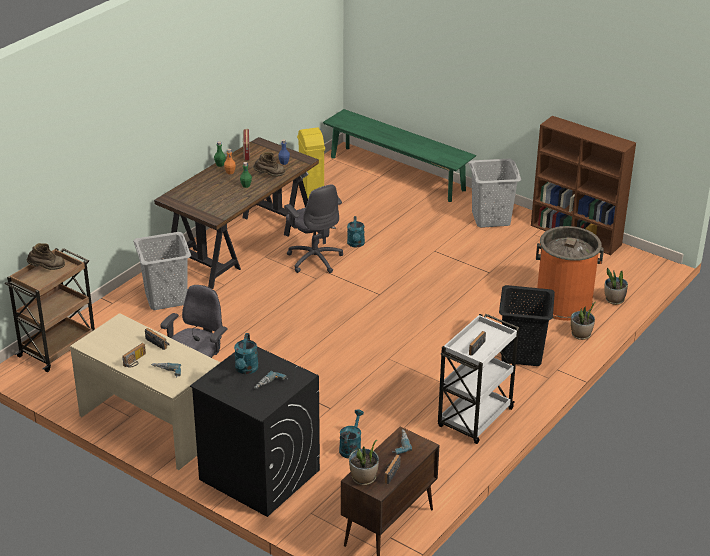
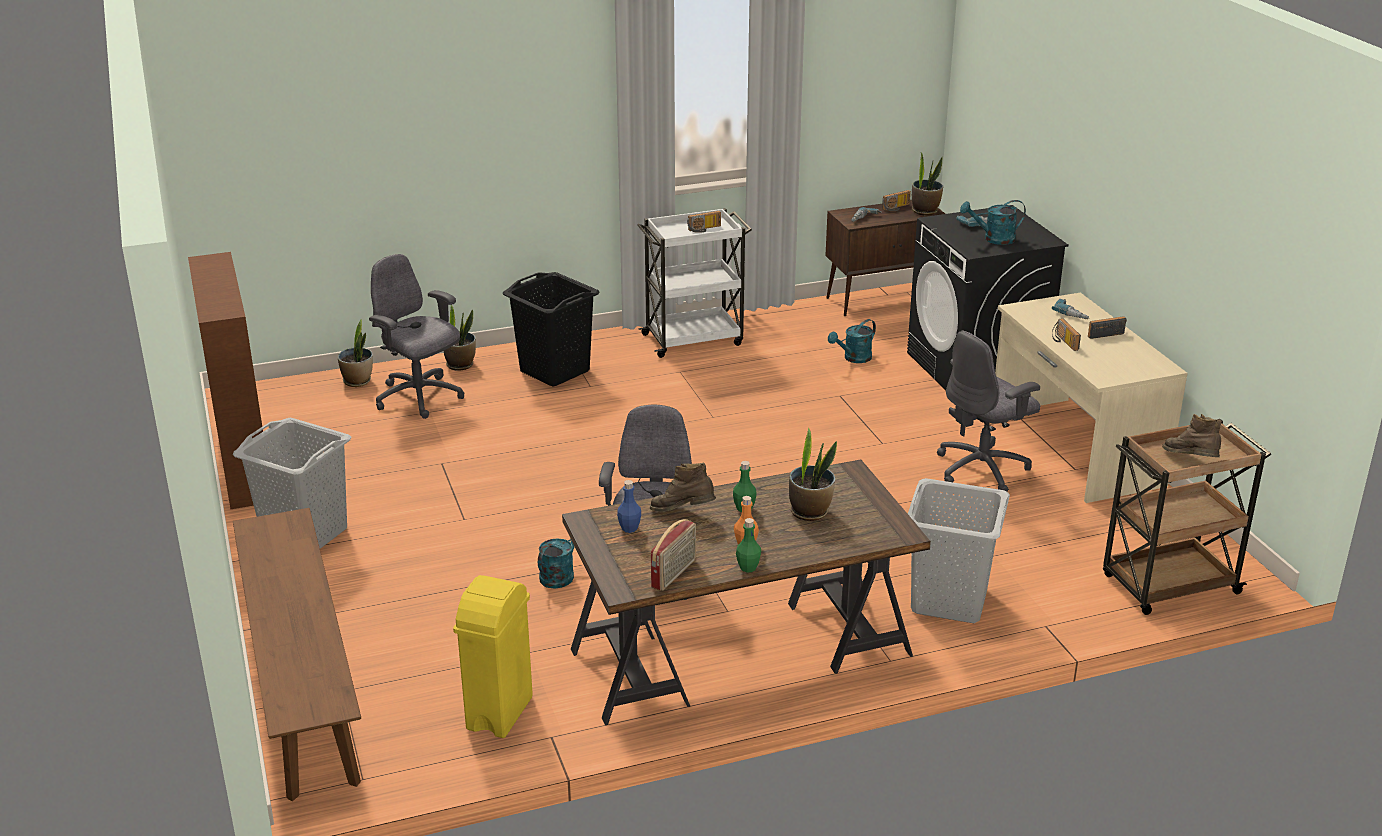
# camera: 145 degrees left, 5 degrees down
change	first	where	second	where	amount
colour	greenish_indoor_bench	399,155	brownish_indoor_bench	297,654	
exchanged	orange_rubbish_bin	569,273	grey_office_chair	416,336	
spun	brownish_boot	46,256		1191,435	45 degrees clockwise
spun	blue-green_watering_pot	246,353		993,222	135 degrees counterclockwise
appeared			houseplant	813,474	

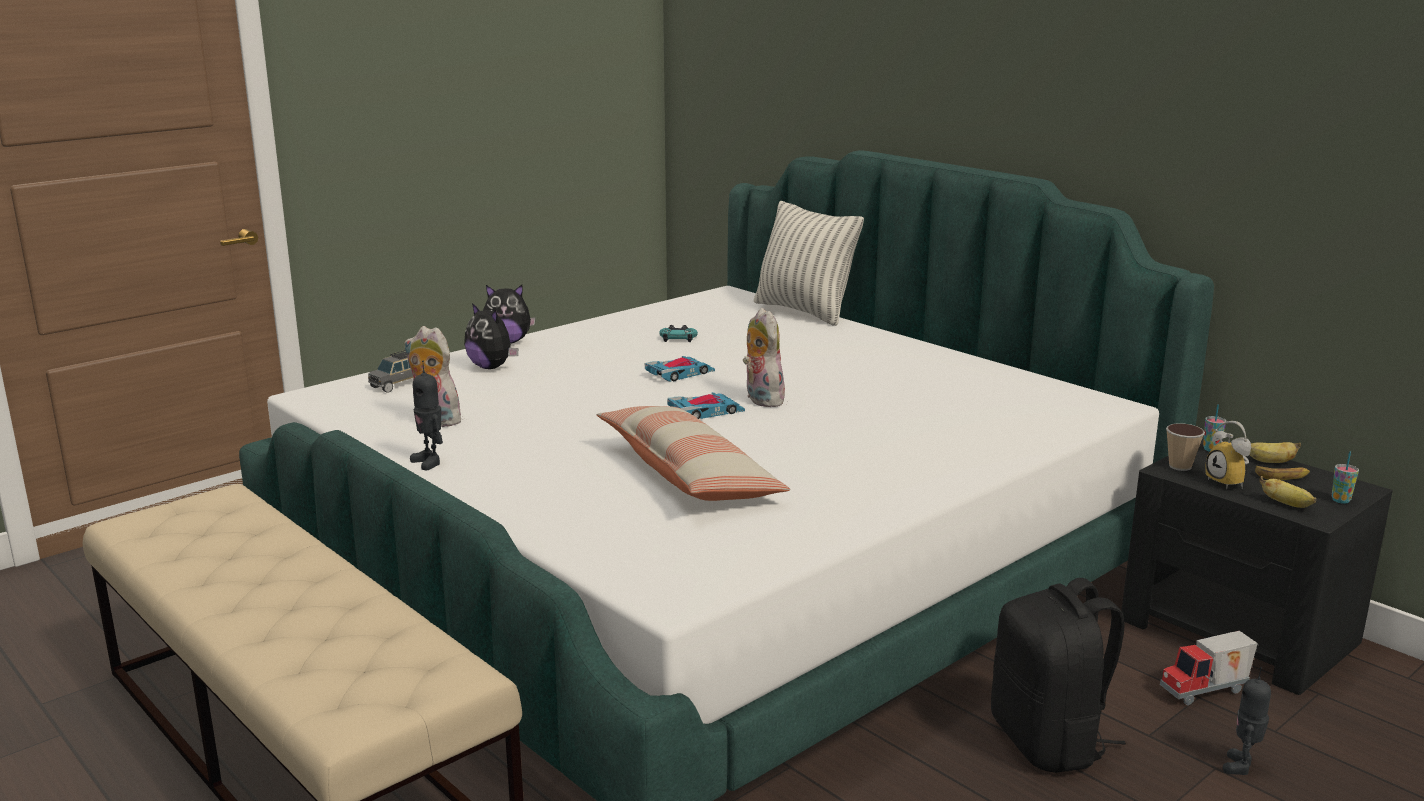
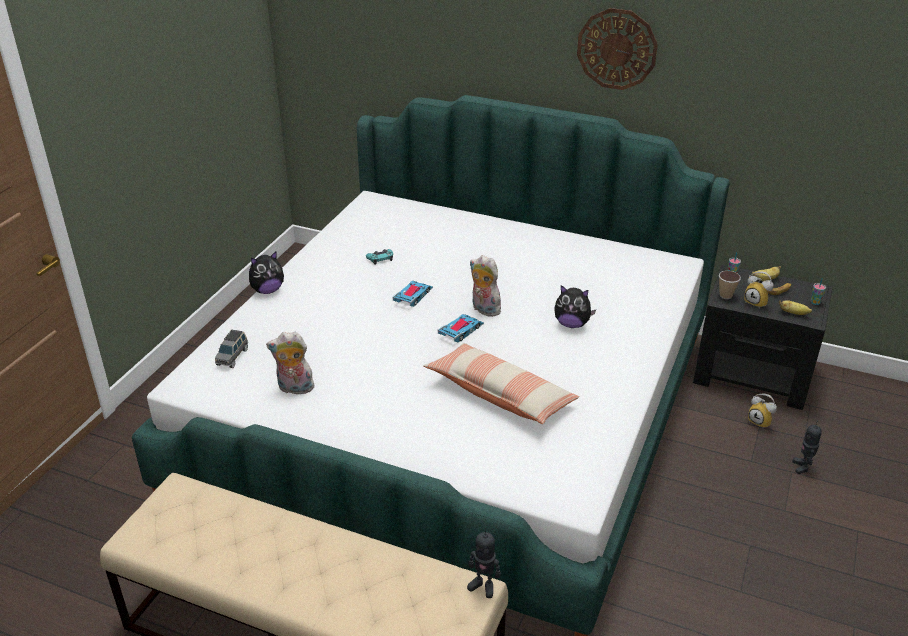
# camera: 25 degrees left, 15 degrees up
change	first	where	second	where	amount
missing	pillow	809,263			
relocated	plush_toy	491,336		575,306	
relocated	model_robot	426,415		484,562	
missing	blackish_backpack	1058,675			
exchanged	toy_truck	1209,668	table_clock	762,411	
appeared			clock_on_the_wall	617,49	

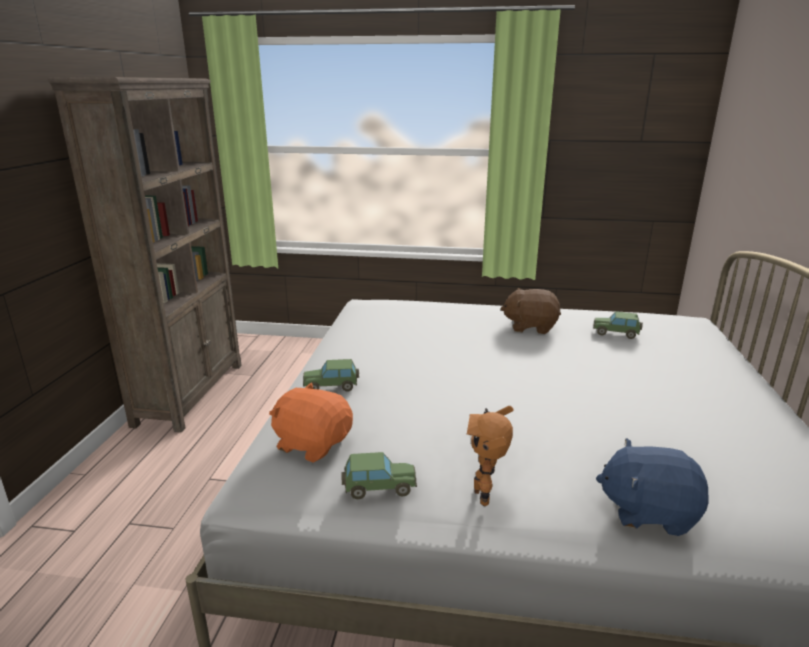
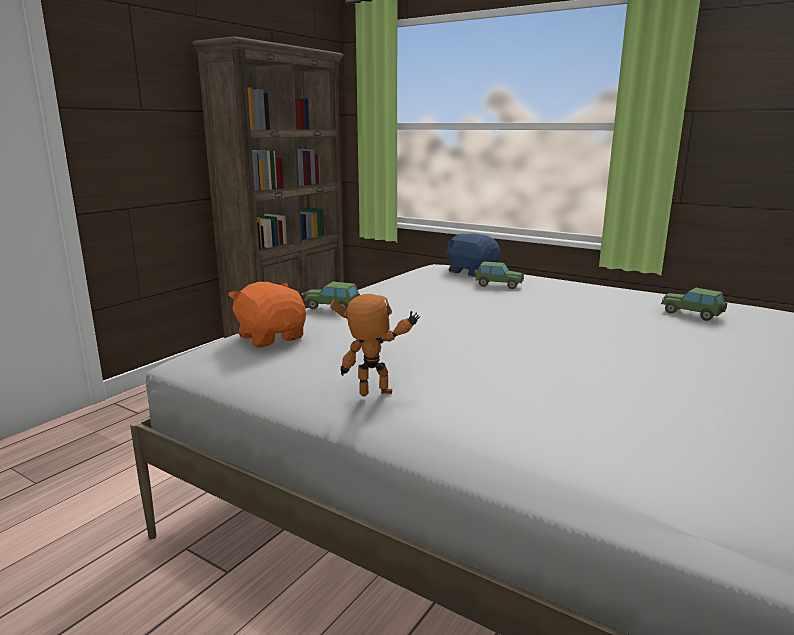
# camera: 25 degrees right, 5 degrees down
change	first	where	second	where	amount
missing	brownish_plush_toy	530,311			
spun	model_robot	490,456		375,345	60 degrees clockwise
relocated	bluish_plush_toy	652,487		473,255	
relocated	toy_car	379,475		499,275	

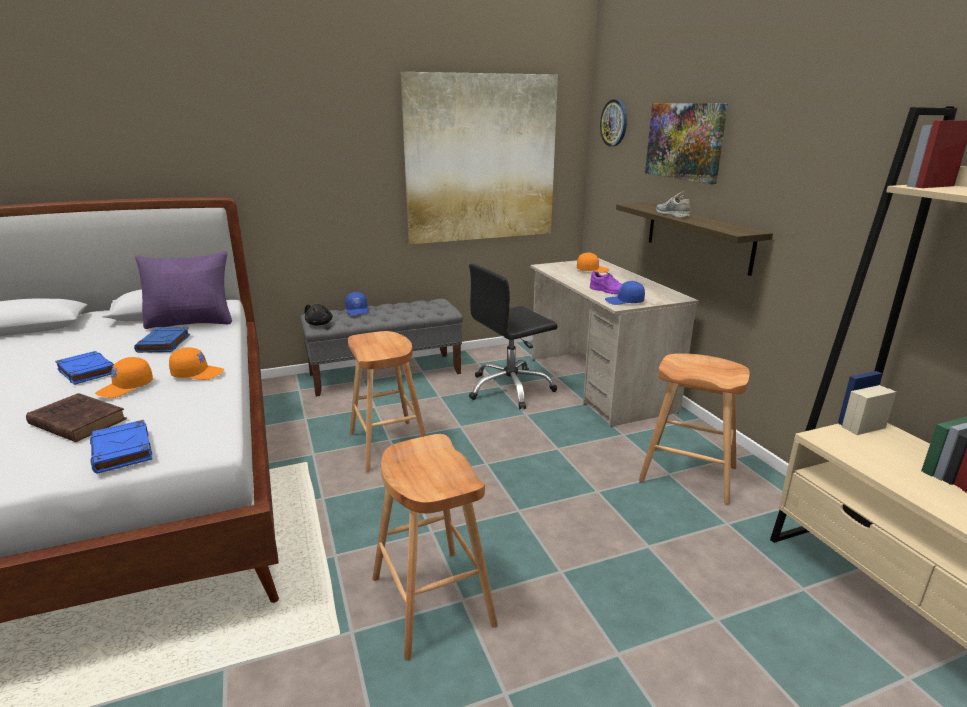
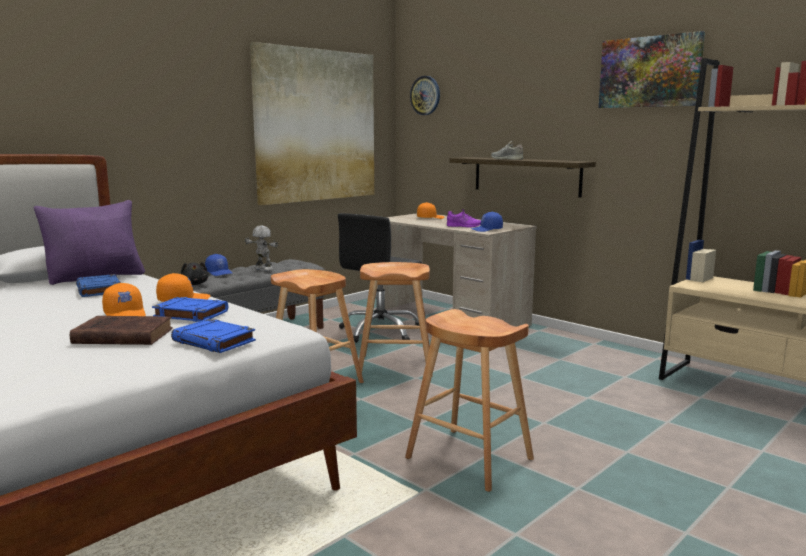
# camera: 25 degrees left, 10 degrees down
change	first	where	second	where	amount
relocated	wall_picture	686,143		652,69	
relocated	bluish_volume	84,368		190,309	
relocated	brownish_stool_seat	694,428		396,319	
spun	orange_peaked_cap	124,377		124,299	45 degrees counterclockwise
appeared			model_robot	261,248	

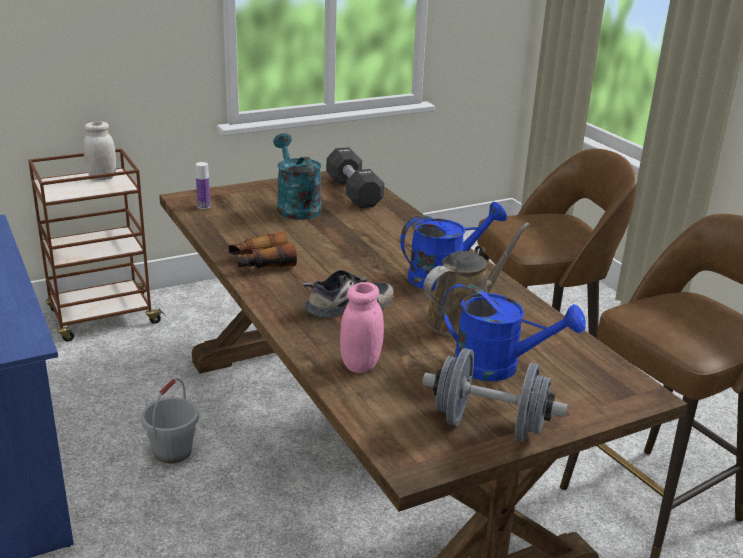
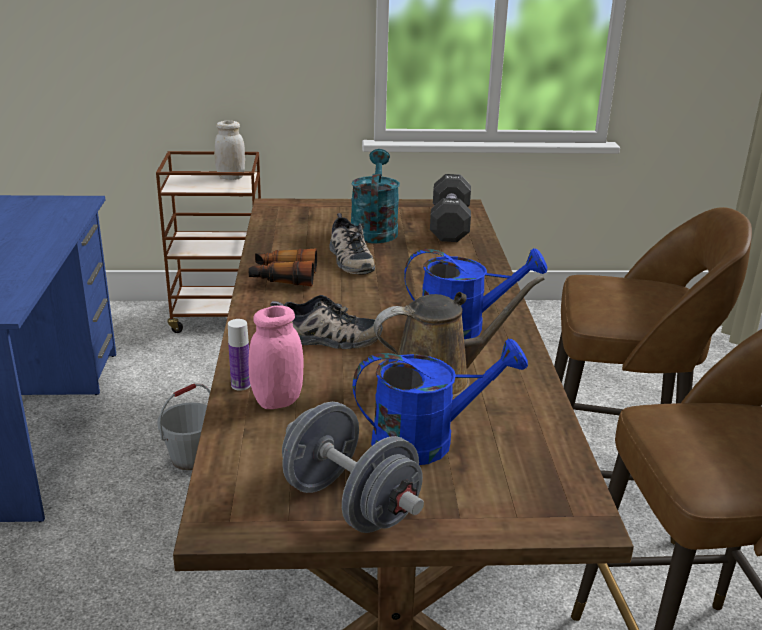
# camera: 25 degrees right, 0 degrees up
change	first	where	second	where	amount
relocated	bottle	203,185		239,355	
spun	bluish_watering_pot	514,332		440,402	60 degrees counterclockwise
appeared			low_shoe	352,244	

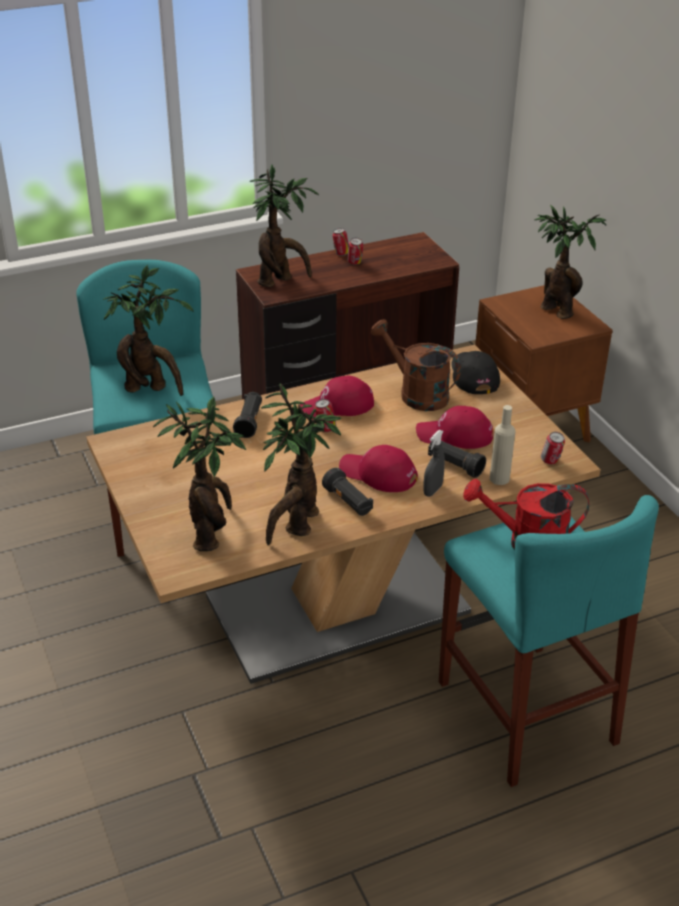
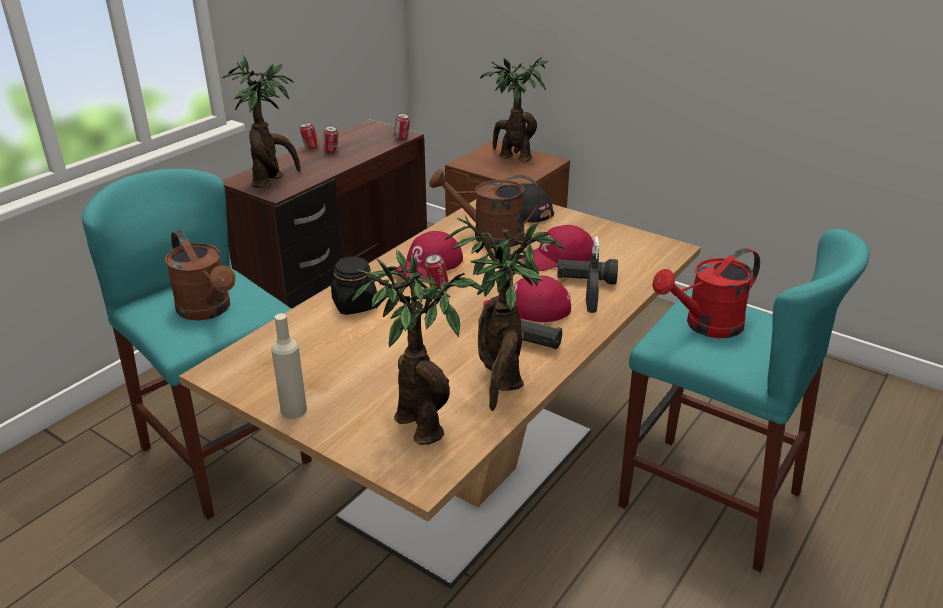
# camera: 30 degrees left, 5 degrees down
change	first	where	second	where	amount
exchanged	houseplant	148,330	brownish_watering_pot	200,275	
exchanged	blackish_torch	247,415	blackish_preserve_jar	354,285	
relocated	sand-coloured_bottle	502,445		289,366	
relocated	metal_can	553,448		402,127	

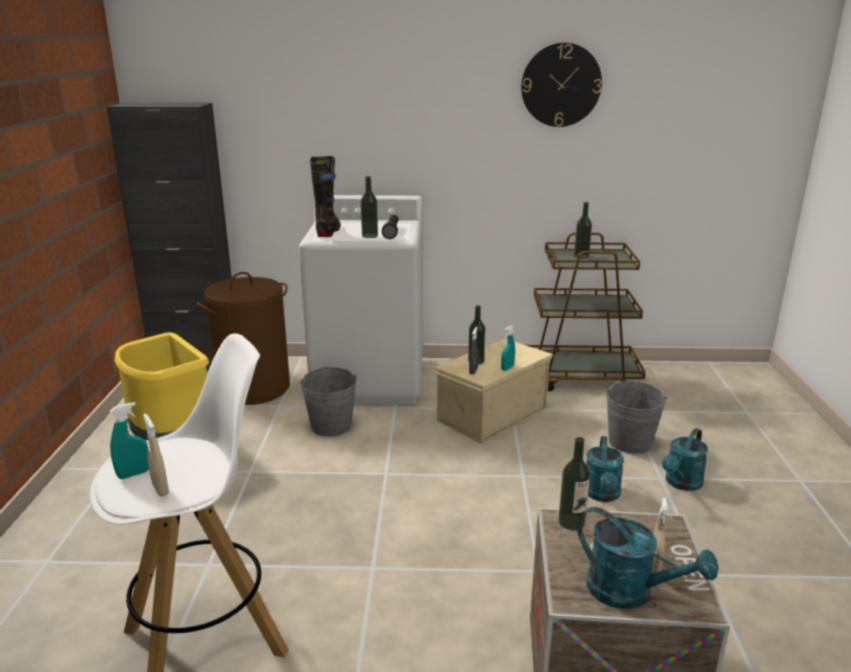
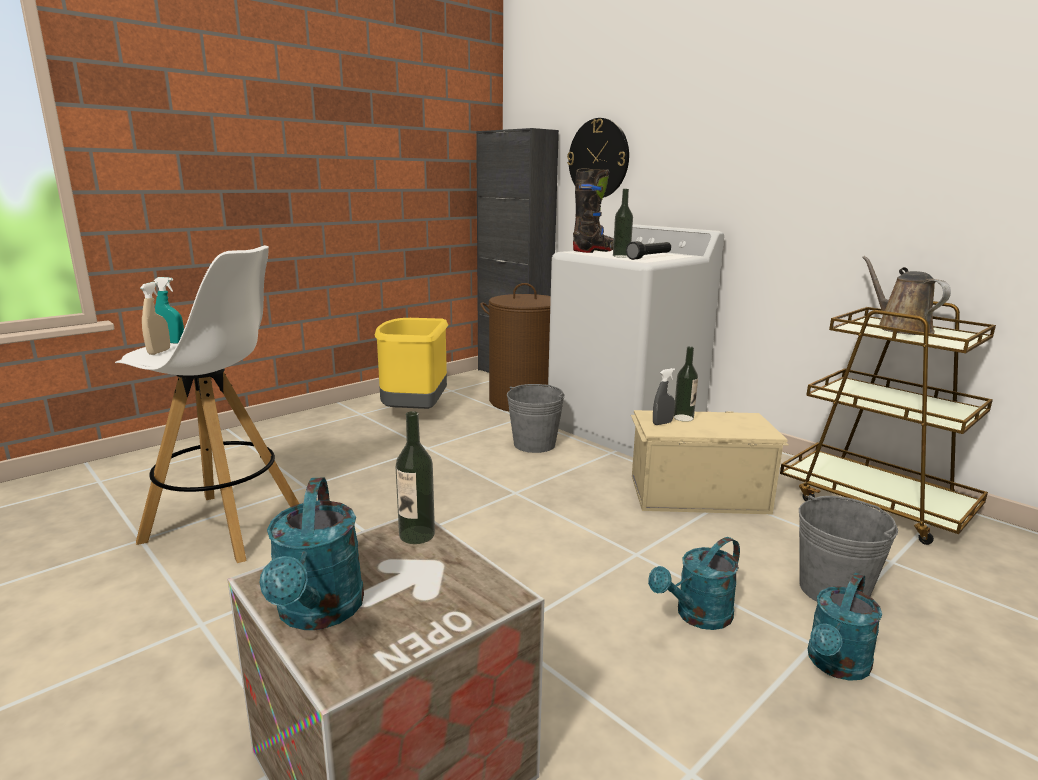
# camera: 45 degrees right, 5 degrees down
change	first	where	second	where	amount
relocated	clock_on_the_wall	561,85		598,158	
exchanged	bottle	583,230	brownish_watering_pot	906,295	
missing	blue-green_spray_bottle	508,348			
spun	blue-green_watering_pot	685,459		845,627	45 degrees counterclockwise
missing	sand-coloured_spray_bottle	659,536			

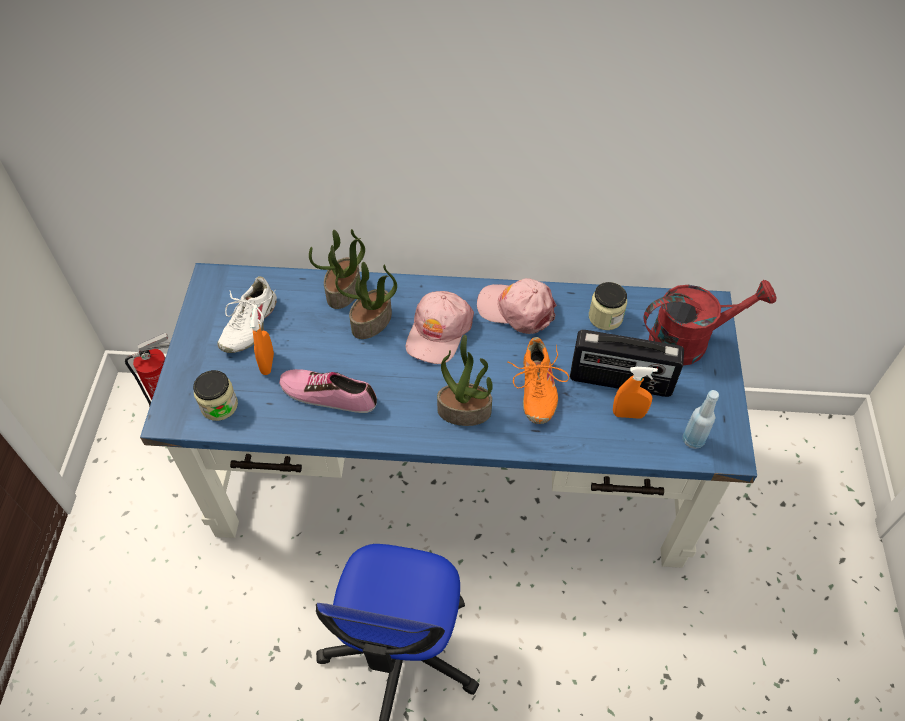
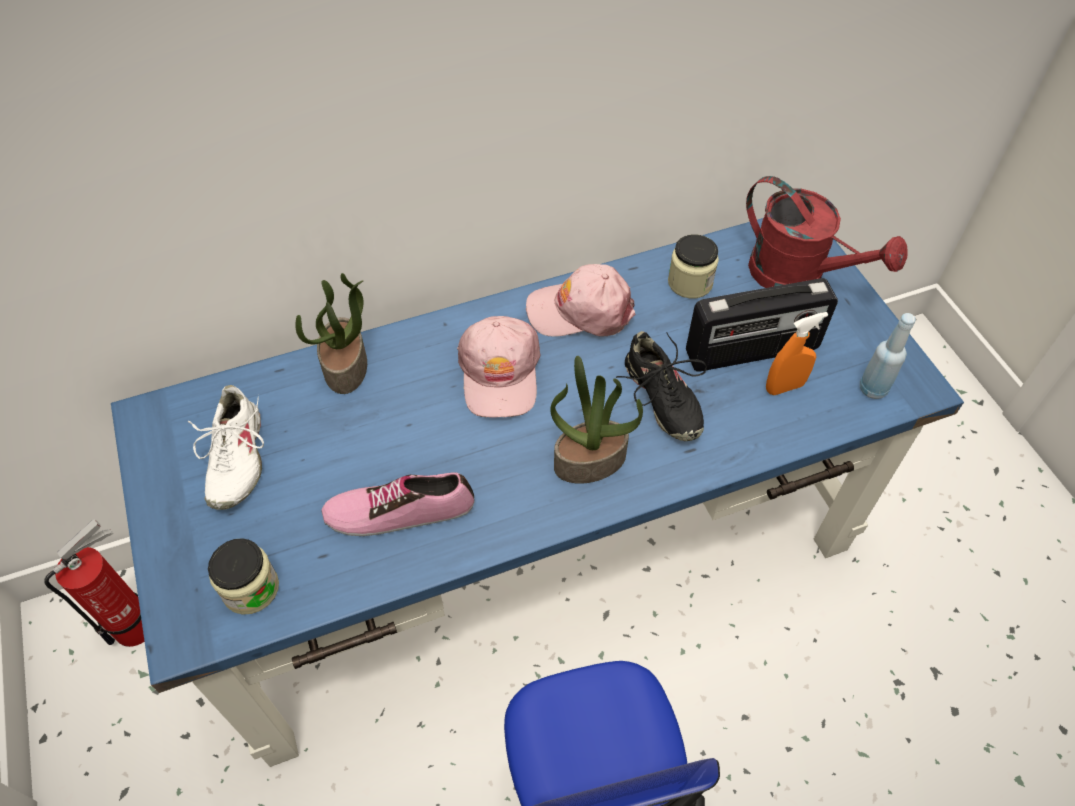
# camera: 25 degrees left, 0 degrees up
change	first	where	second	where	amount
missing	houseplant	366,300			
spun	red_watering_pot	710,322		826,232	75 degrees clockwise
missing	orange_spray_bottle	262,340			
colour	orange_low_shoe	538,380	blackish_low_shoe	661,386	

